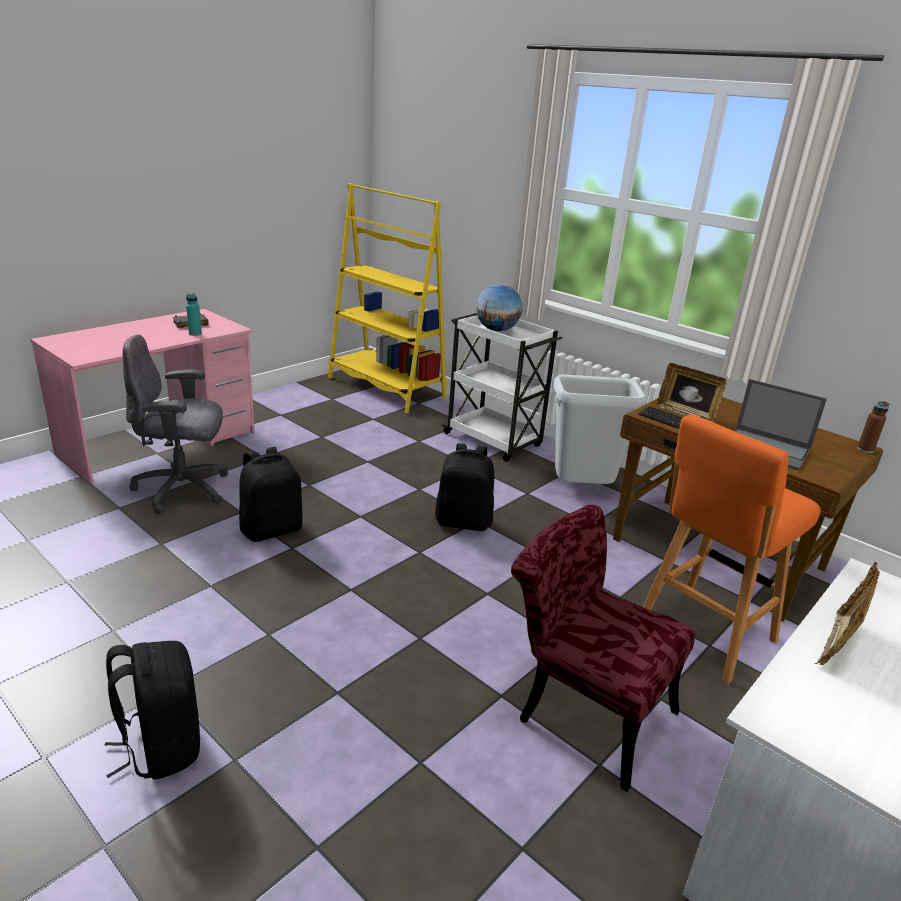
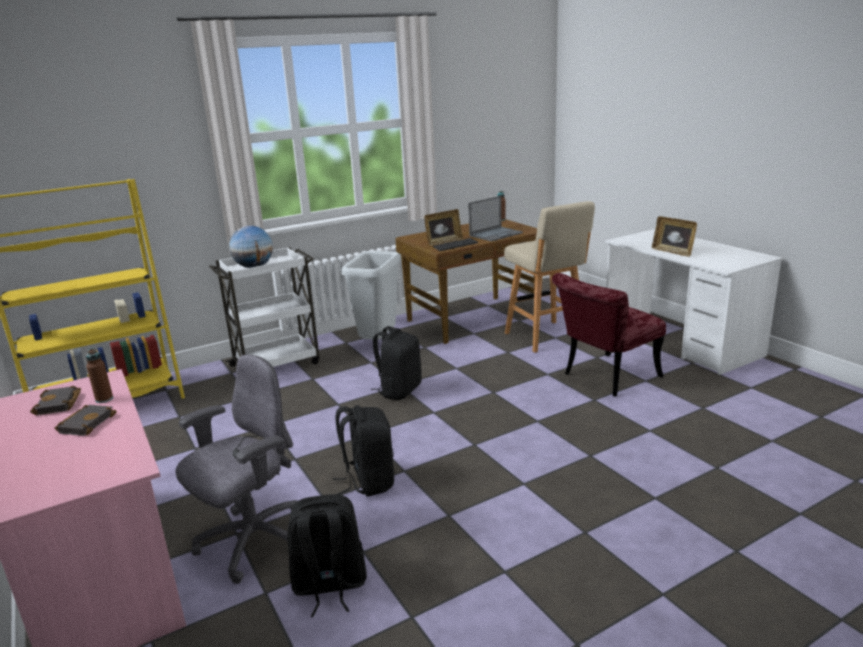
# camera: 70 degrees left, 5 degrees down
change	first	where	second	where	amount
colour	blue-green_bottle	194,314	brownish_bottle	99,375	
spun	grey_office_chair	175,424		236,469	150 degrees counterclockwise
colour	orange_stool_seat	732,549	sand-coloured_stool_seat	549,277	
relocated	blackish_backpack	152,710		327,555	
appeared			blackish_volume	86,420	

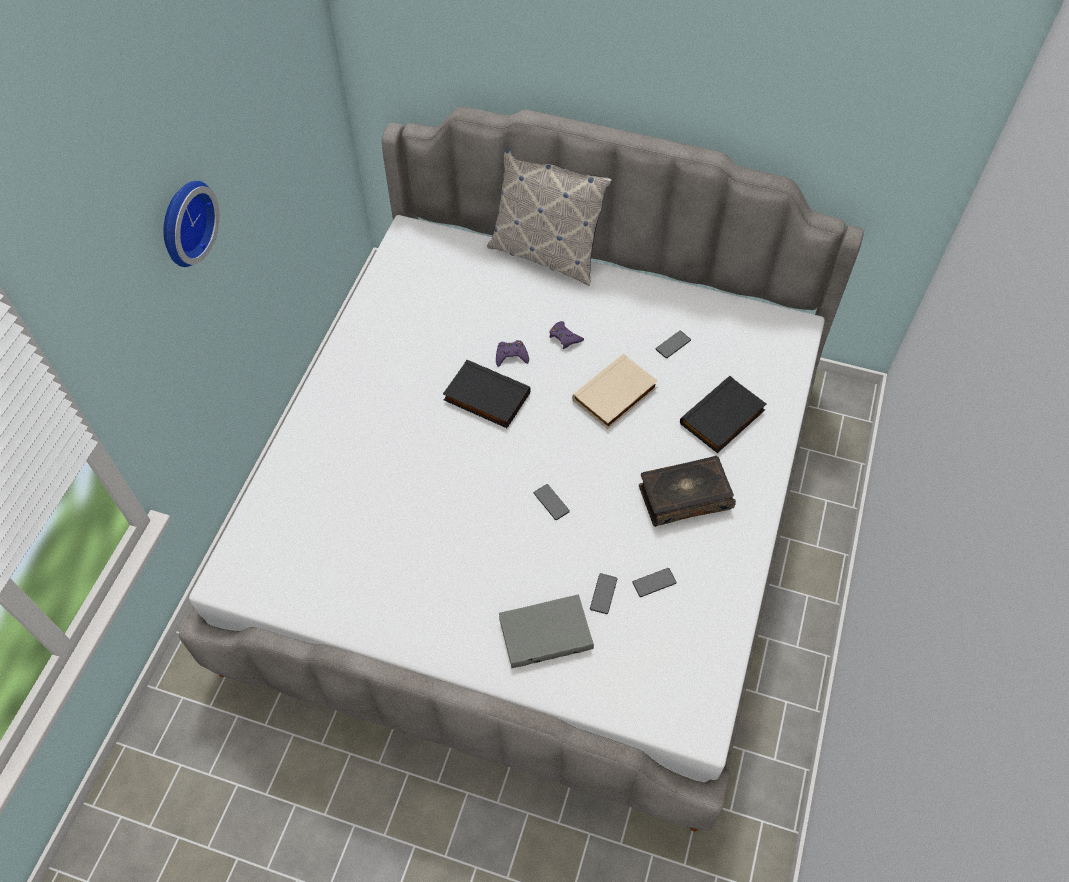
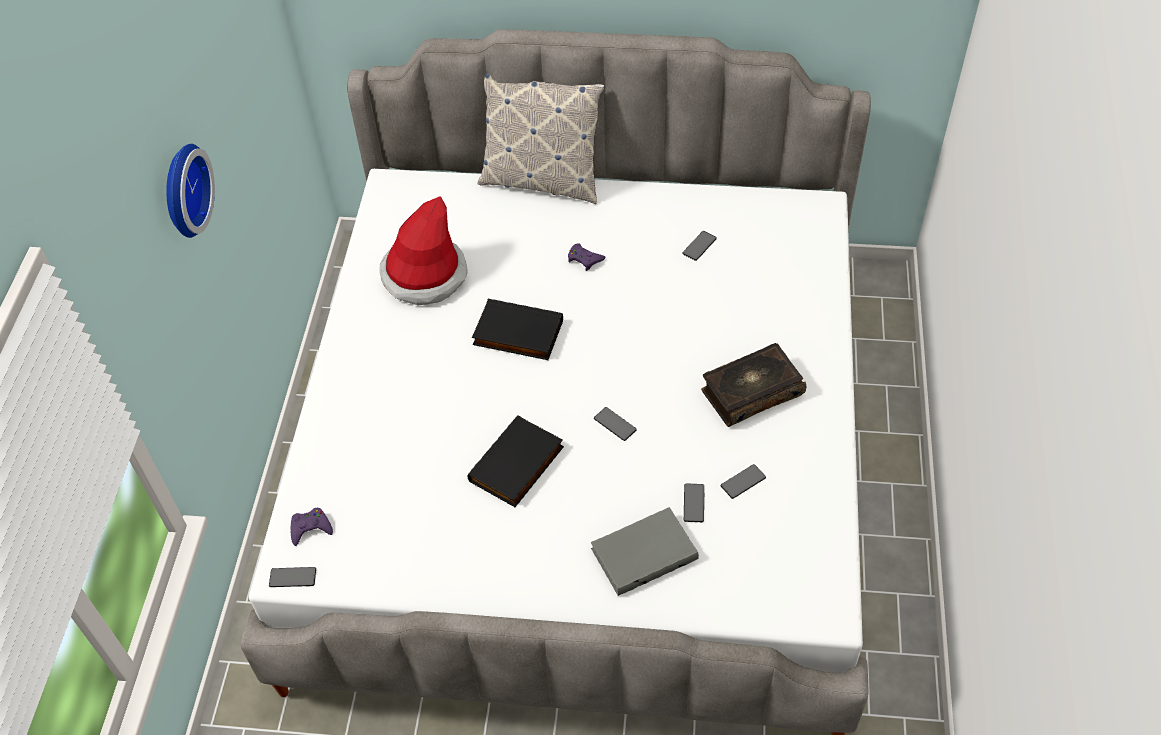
# camera: 10 degrees left, 5 degrees down
change	first	where	second	where	amount
relocated	purple_game_controller	512,353		312,527	
missing	sand-coloured_volume	615,391			
relocated	blackish_volume	723,414		515,461	
appeared			hat	423,250	
appeared			telephone	292,577	

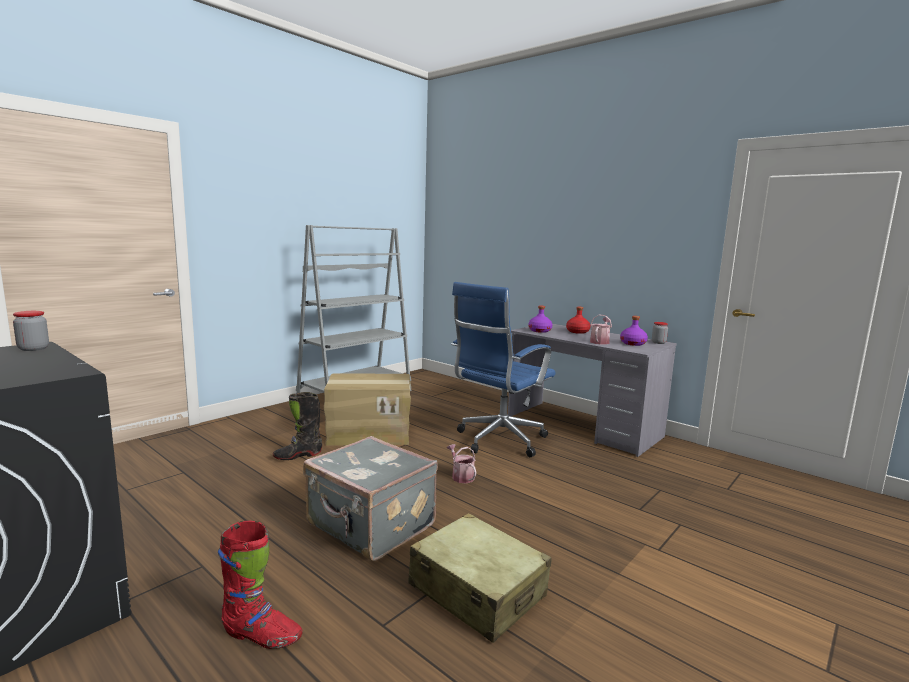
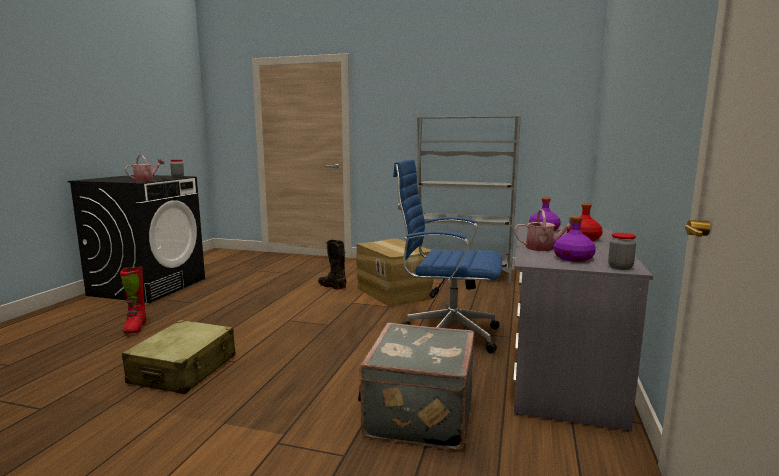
# camera: 65 degrees right, 0 degrees up
change	first	where	second	where	amount
relocated	grey_suitcase	370,498		416,386	
relocated	watering_pot	461,463		145,168	

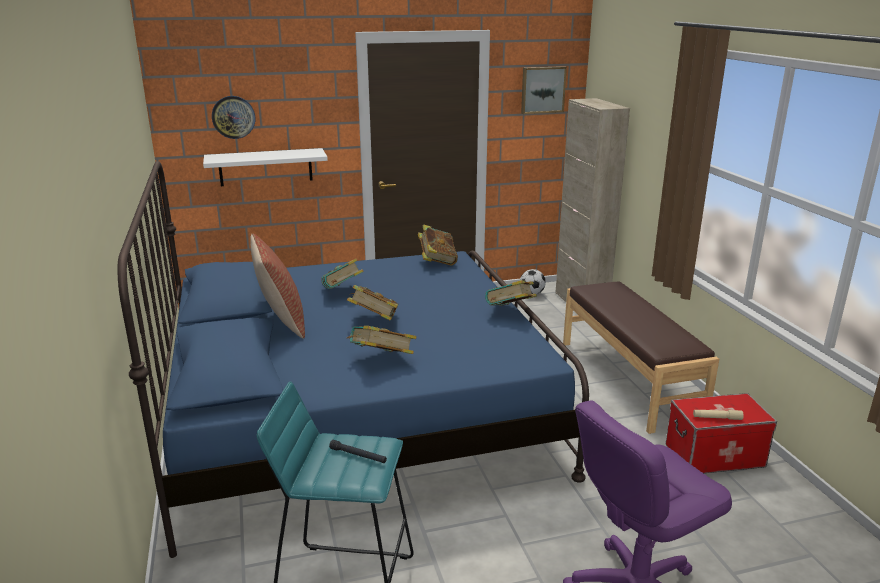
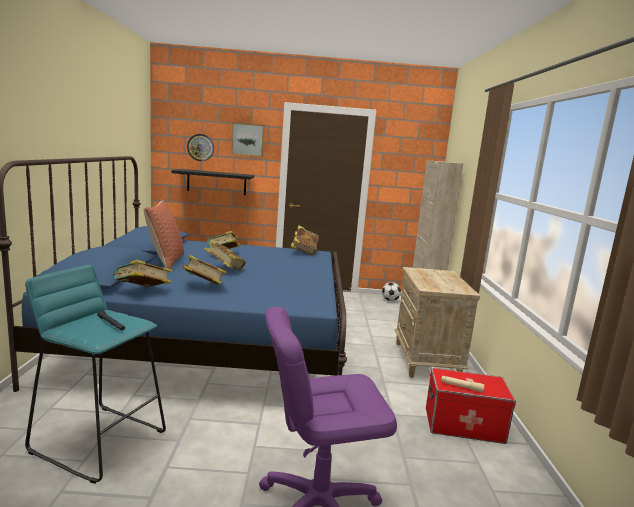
# camera: 15 degrees right, 10 degrees down
change	first	where	second	where	amount
relocated	wall_picture	544,90		247,139	
colour	white_shelf	265,167	blackish_shelf	213,182	
relocated	volume	511,293		142,273	
exchanged	brownish_indoor_bench	641,357	sand-coloured_night_table	437,322	

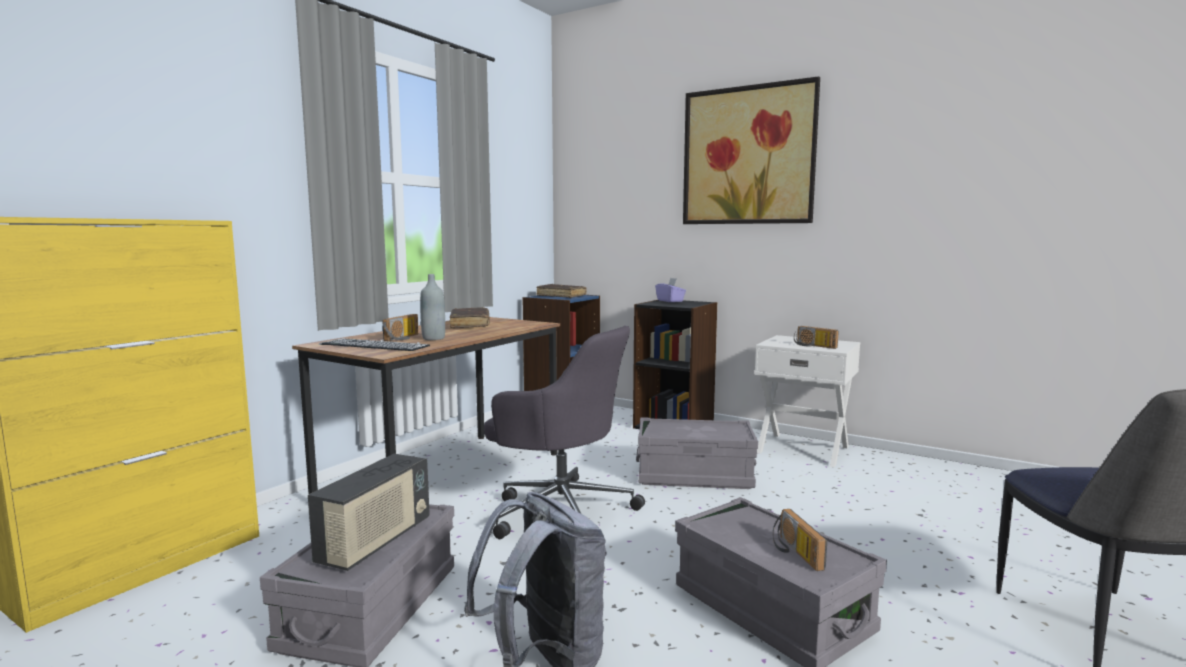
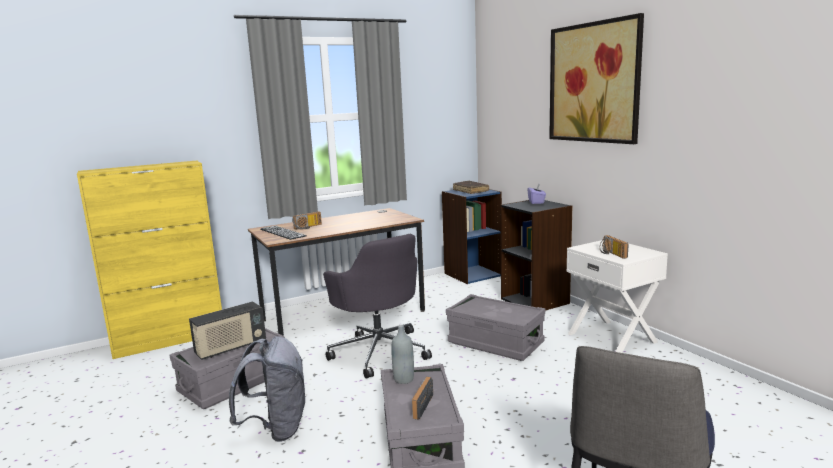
# camera: 30 degrees right, 5 degrees up
change	first	where	second	where	amount
relocated	grey_bottle	432,307		402,354	
missing	brownish_volume	470,317			

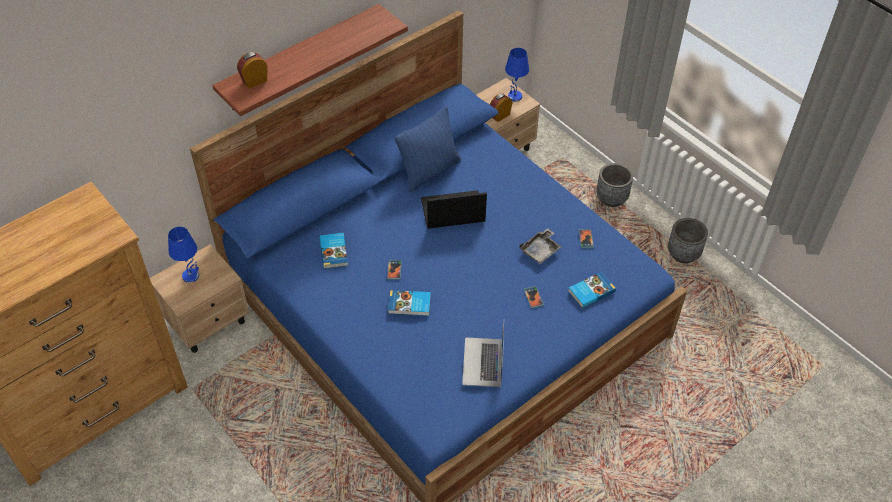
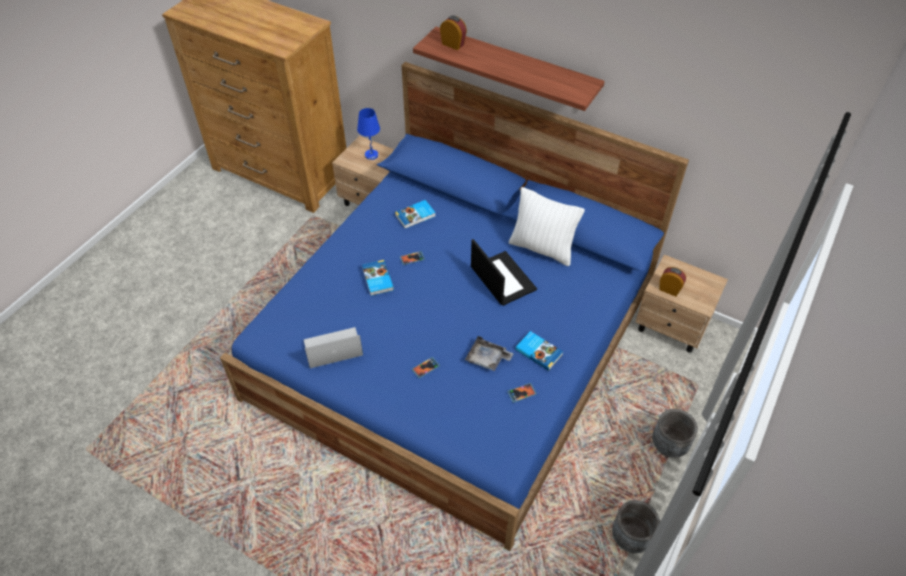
# camera: 70 degrees right, 0 degrees up
change	first	where	second	where	amount
missing	bluish_lamp_for_a_table	517,74			
colour	bluish_pillow	428,149	white_pillow	547,226	
relocated	volume	592,290		539,351	

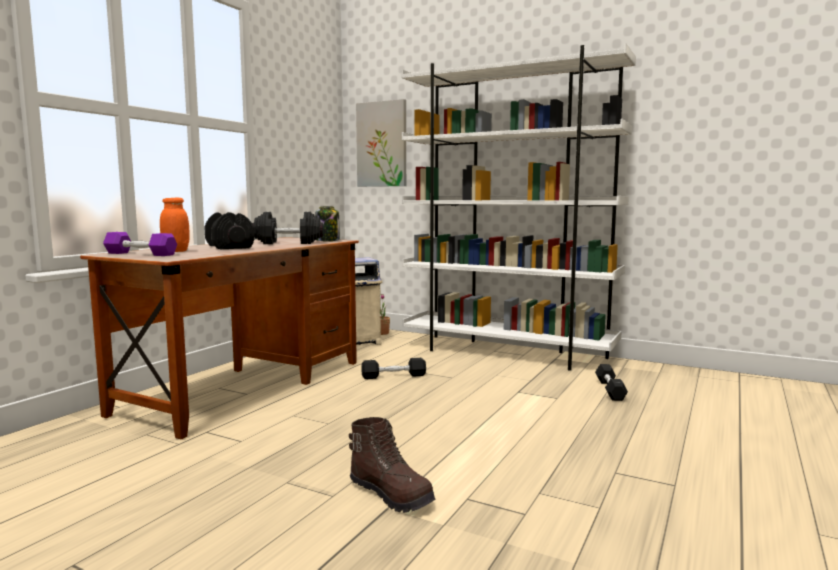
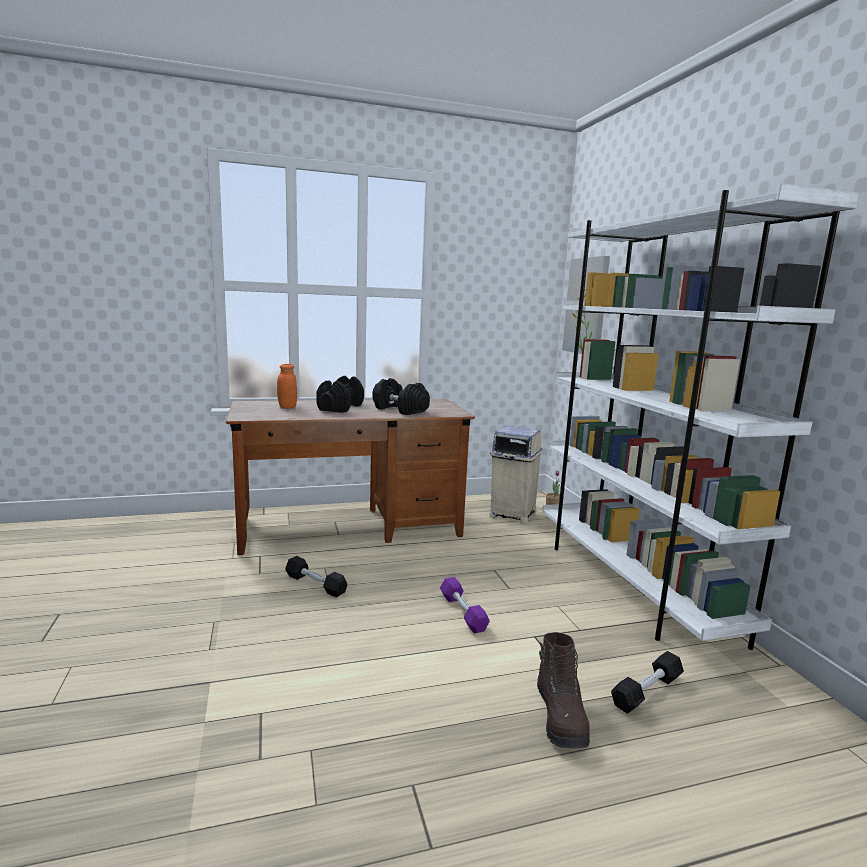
# camera: 45 degrees right, 5 degrees up
change	first	where	second	where	amount
missing	preserve_jar	327,224			
relocated	purple_free_weight	140,244		465,605	
relocated	blackish_free_weight	393,368		316,576	
relocated	brownish_boot	392,465		563,690	

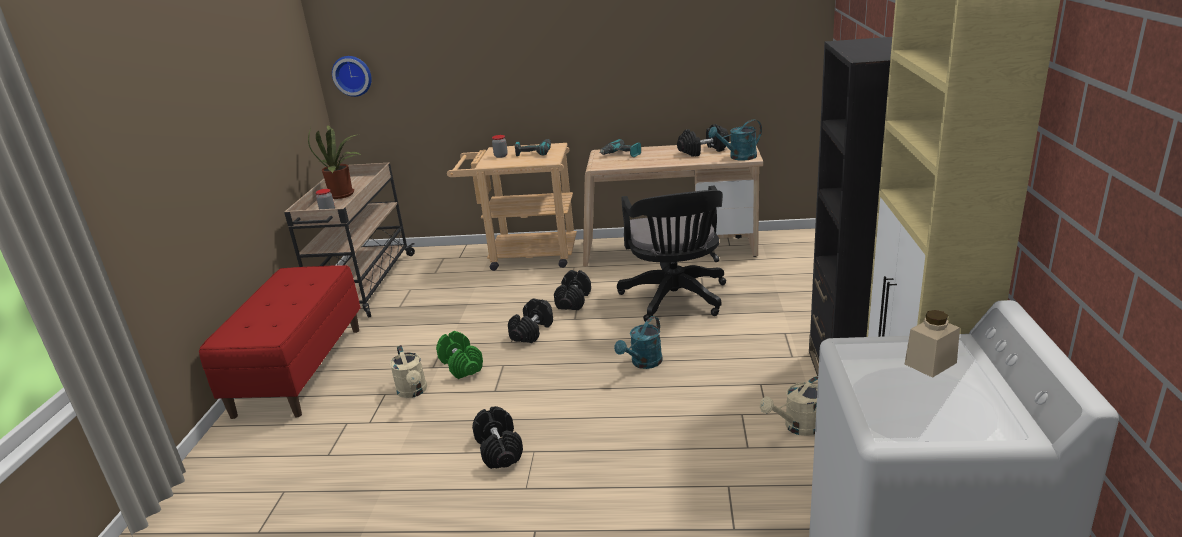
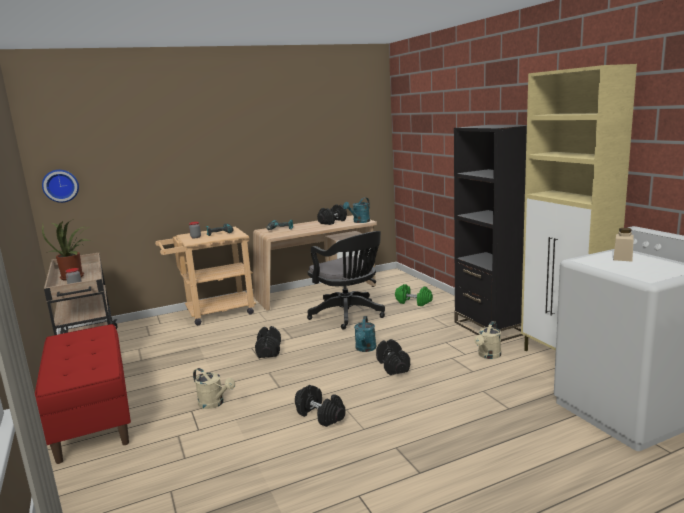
# camera: 30 degrees left, 10 degrees down
change	first	where	second	where	amount
relocated	blackish_free_weight	572,290		393,357	
relocated	greenish_free_weight	459,355		414,295	

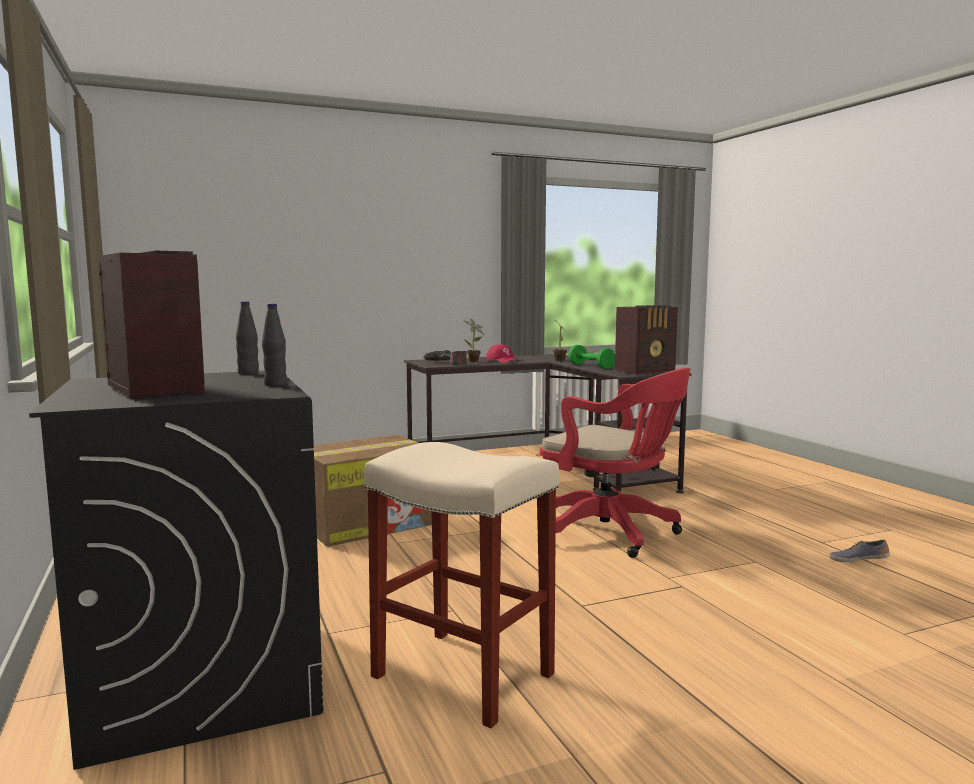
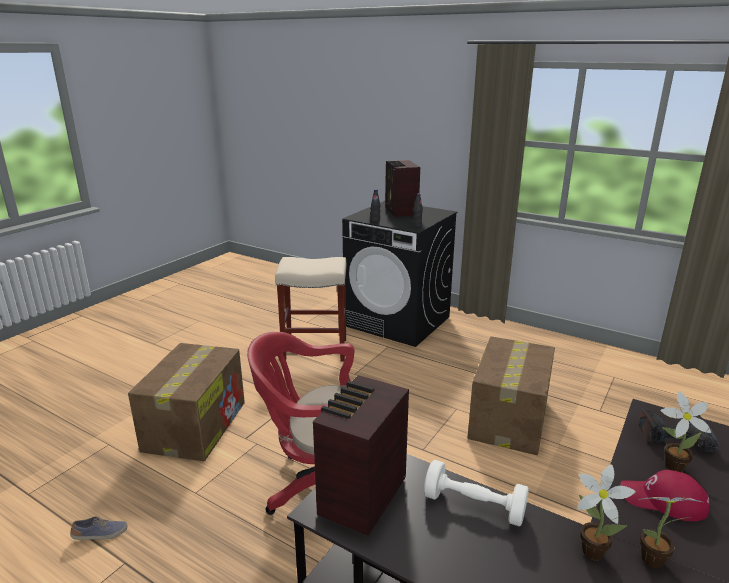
# camera: 145 degrees right, 15 degrees up
change	first	where	second	where	amount
spun	radio_set	151,325		402,189	60 degrees clockwise
colour	greenish_free_weight	591,357	white_free_weight	476,493	
appeared			carton	186,402	
appeared			houseplant	670,532	

